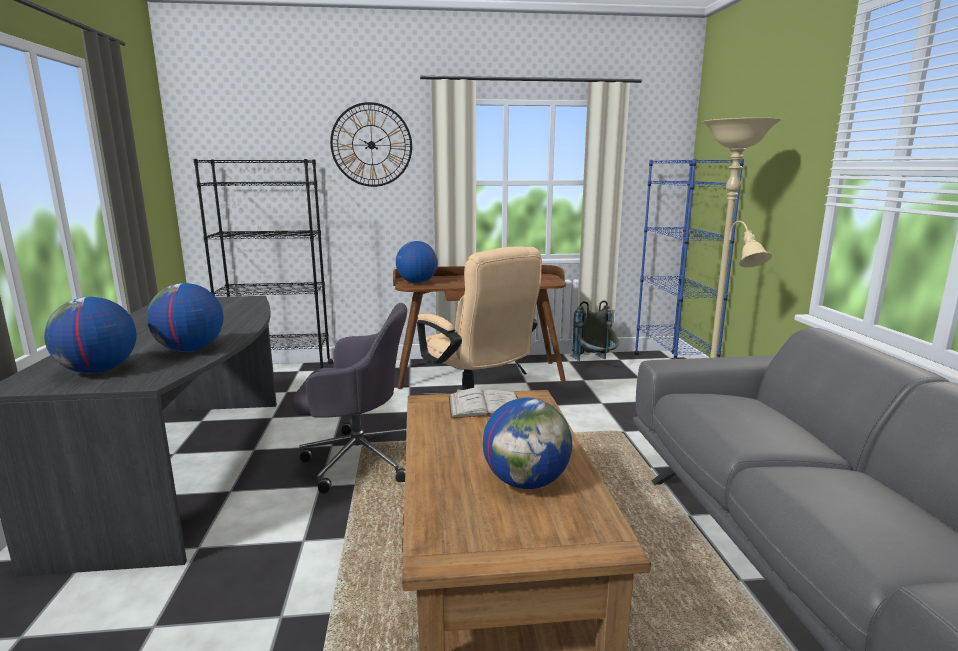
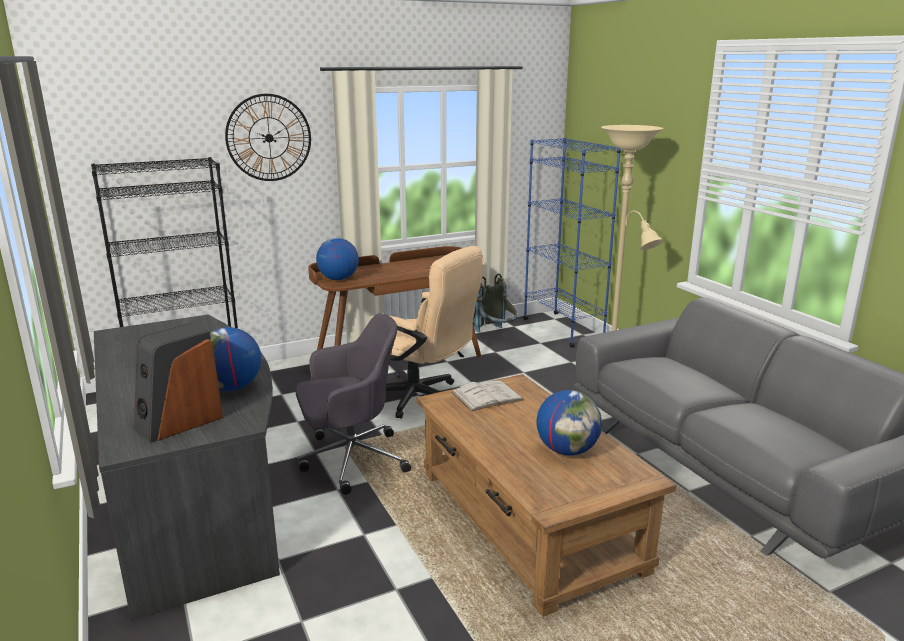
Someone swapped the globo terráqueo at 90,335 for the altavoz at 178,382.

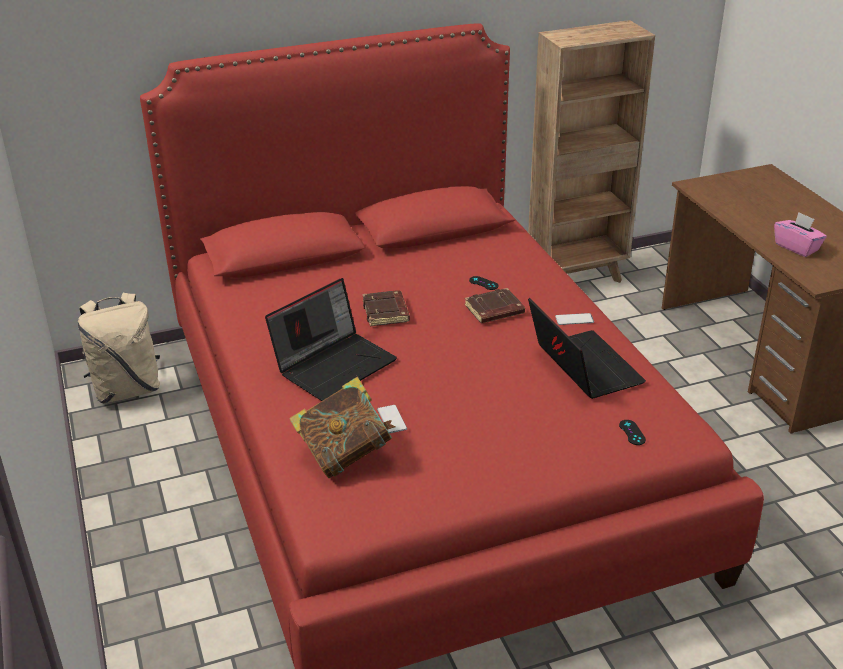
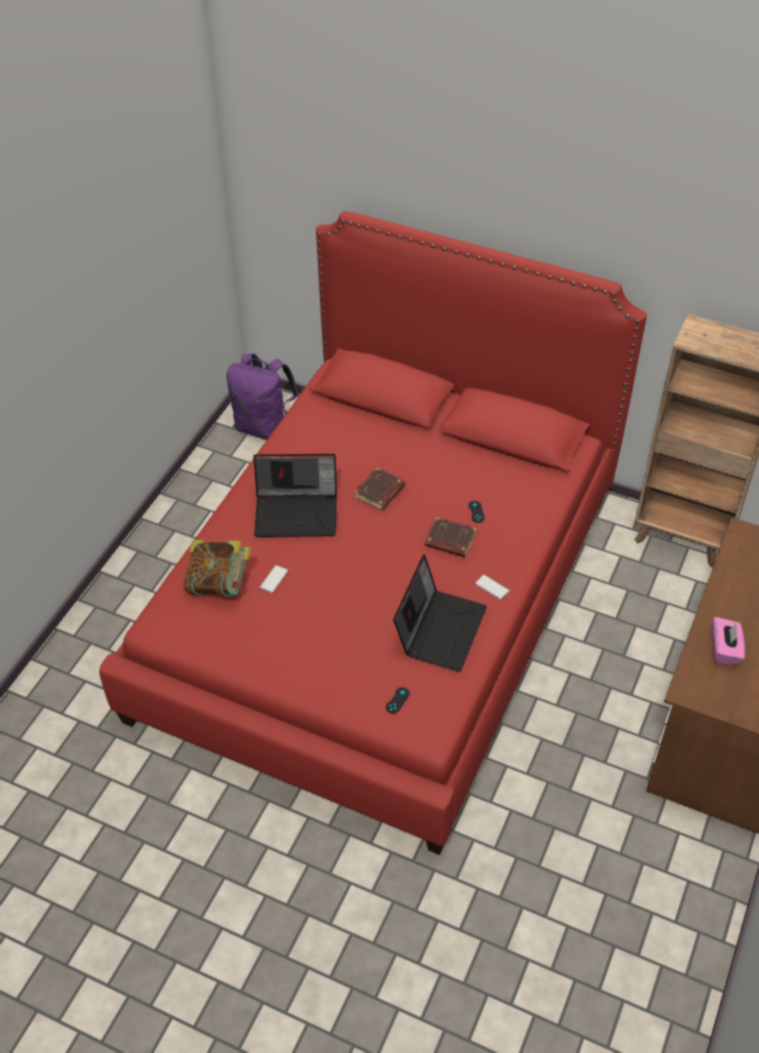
Someone repainted the mochila (beis) at 119,348, which became the mochila (morado) at 262,396.

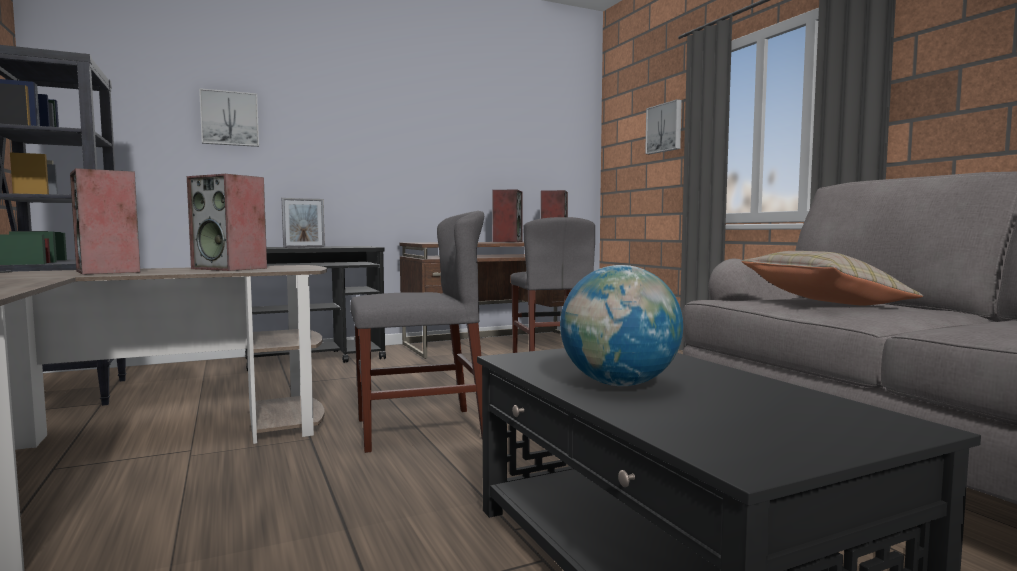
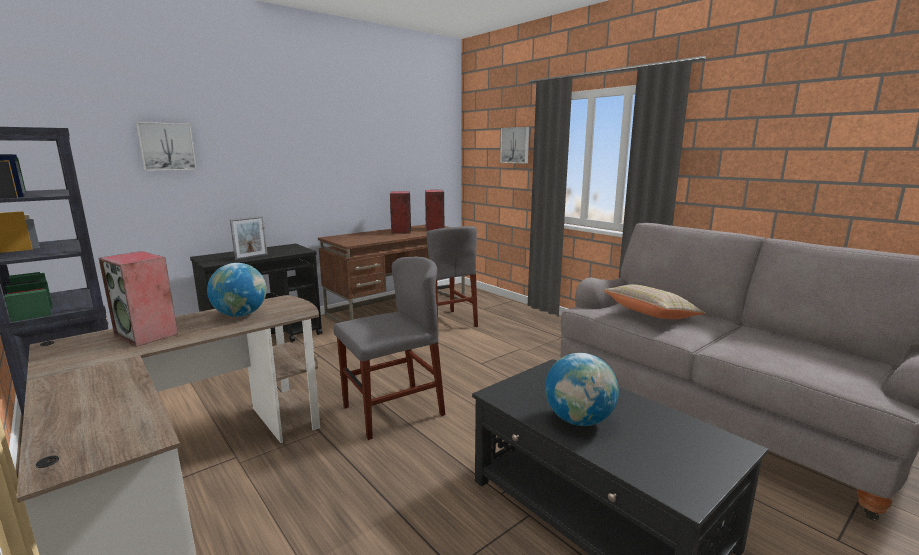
Someone swapped the altavoz at 227,222 for the globo terráqueo at 237,290.

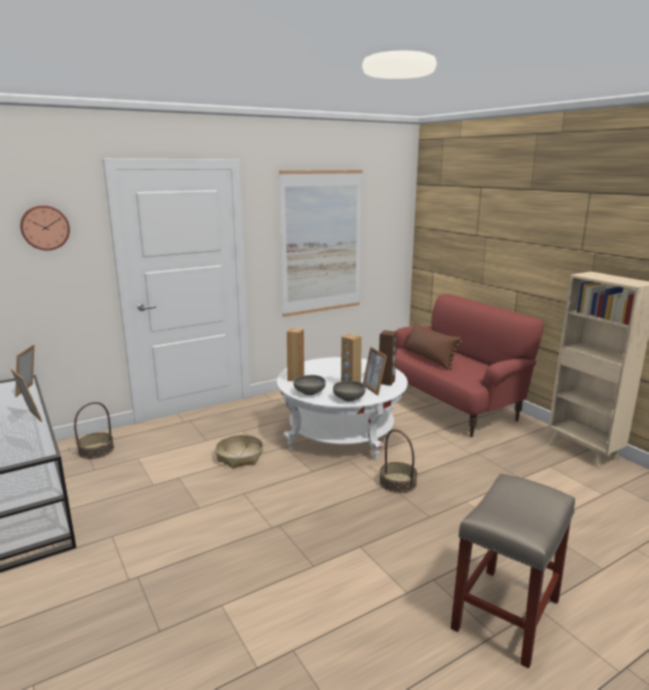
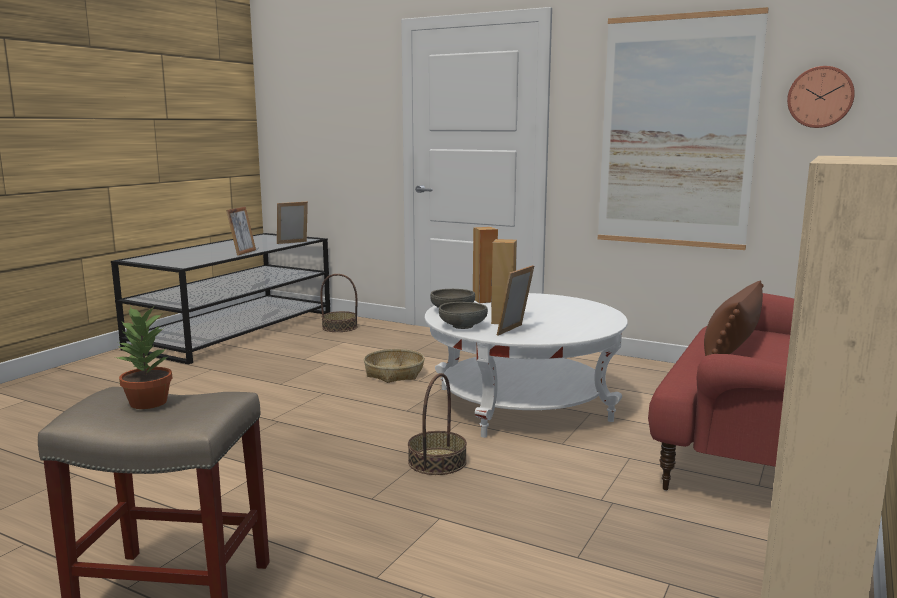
Someone carried the reloj de pared from 45,228 to 821,97.
Someone took away the altavoz (marrón) at 388,358.
Someone put down the planta en maceta at 143,357.

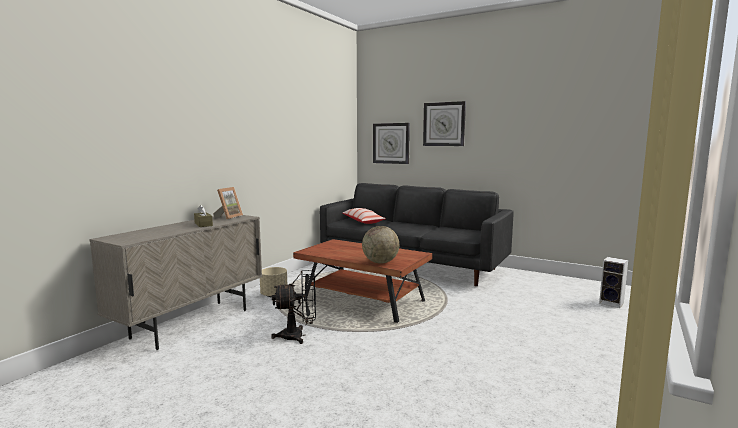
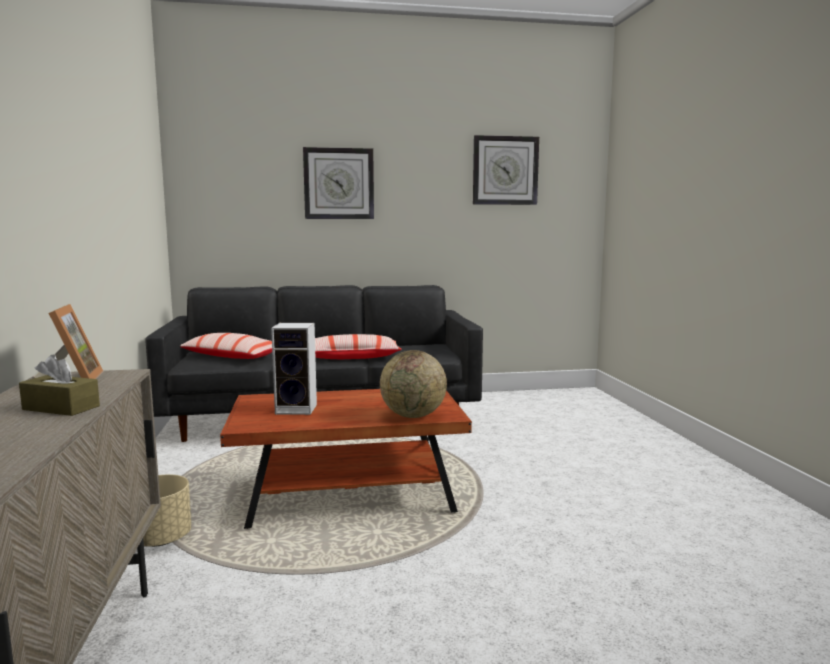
Someone carried the reloj de pared from 391,143 to 506,170.
Someone carried the altavoz from 613,282 to 294,369.
Someone took away the ventilador (negro) at 293,307.
Someone put down the cojín at 358,346.

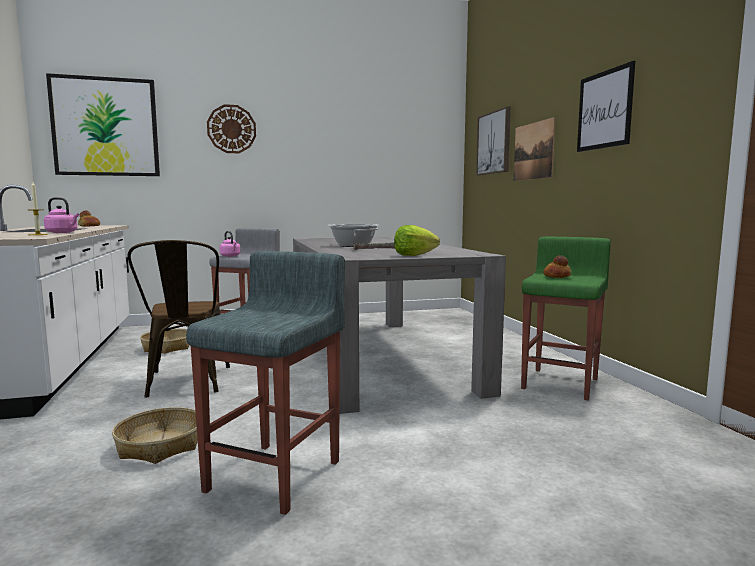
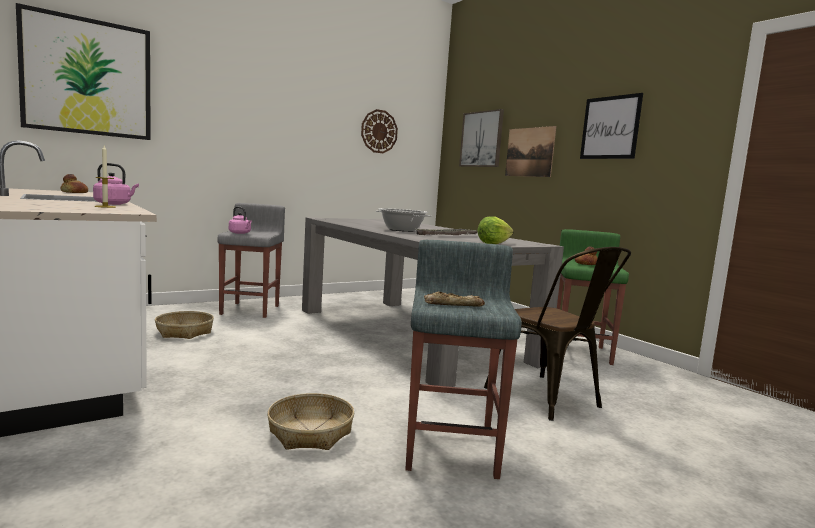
Someone carried the reloj de pared from 231,128 to 379,131.
Someone carried the silla (marrón) from 179,319 to 557,334.
Someone put down the pan at 454,299.

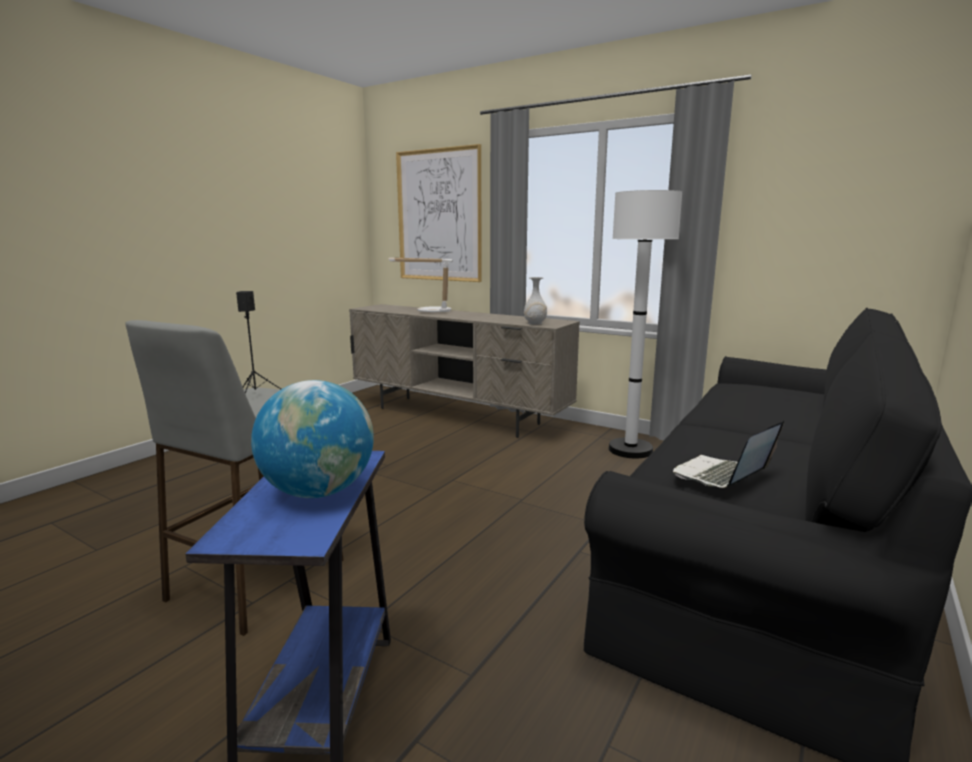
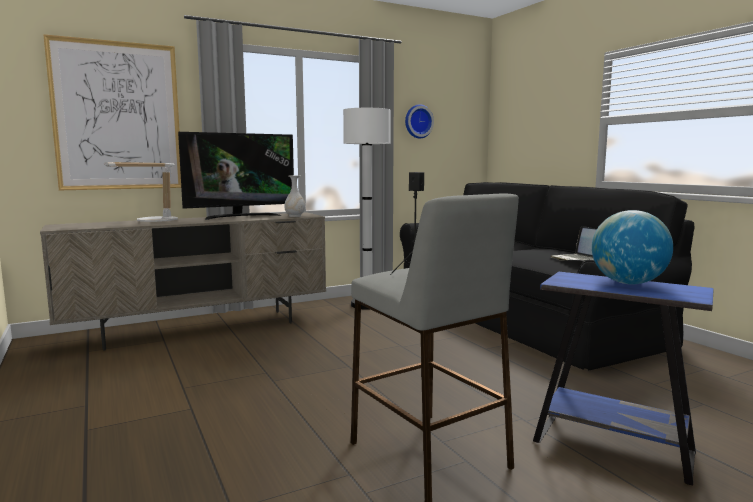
Someone put up the reloj de pared at 419,121.
Someone put down the televisor at 236,176.

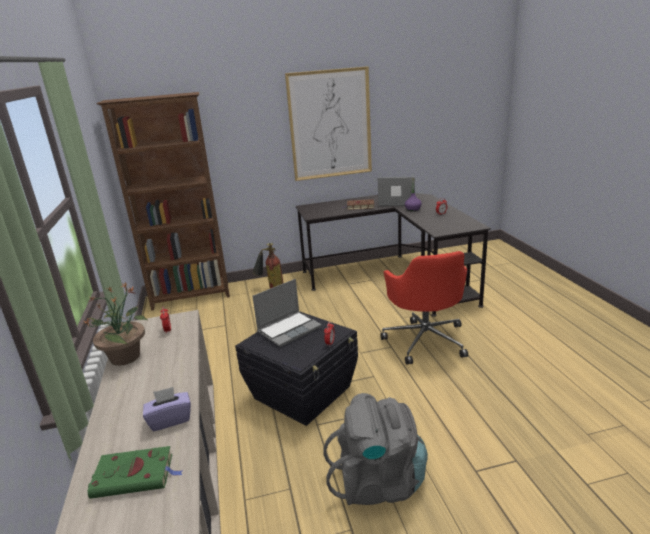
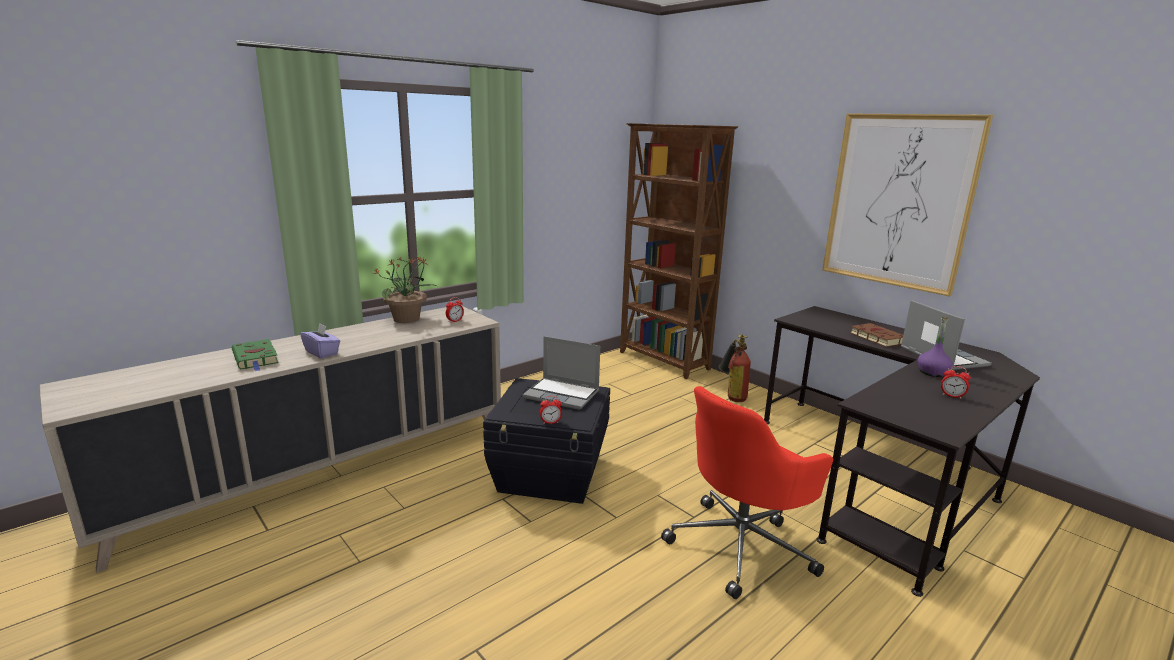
Someone took away the mochila (gris) at 375,449.

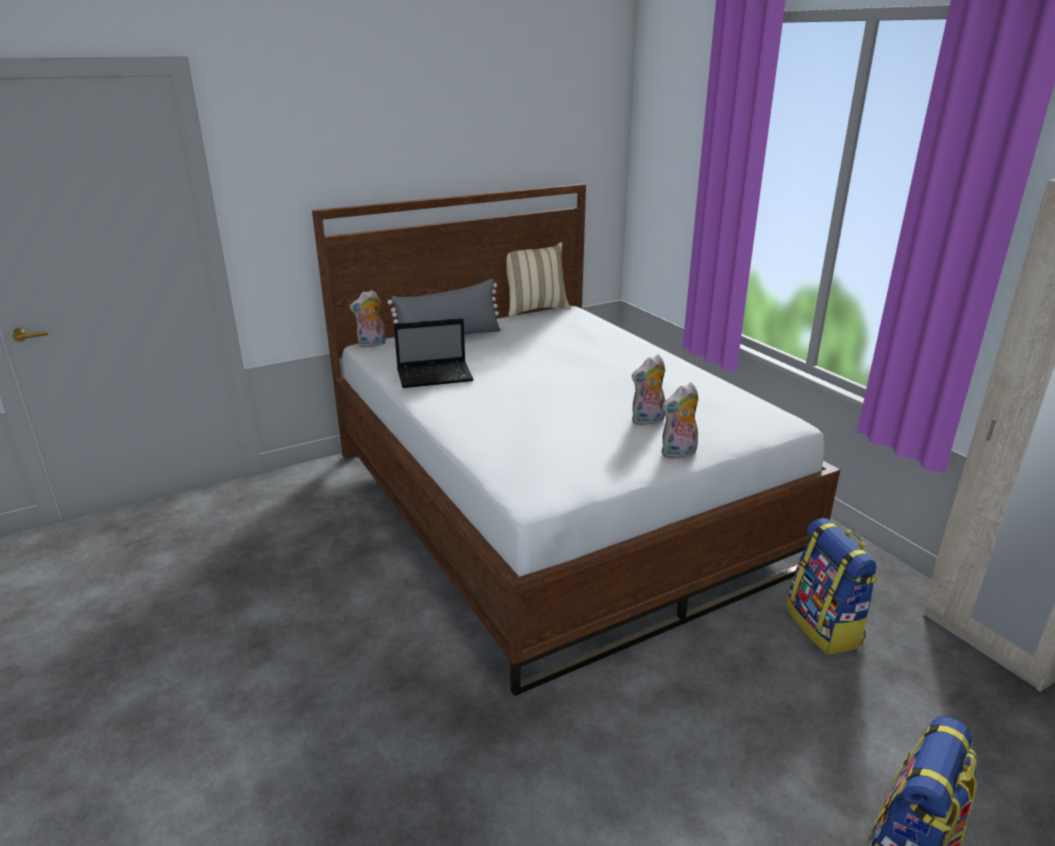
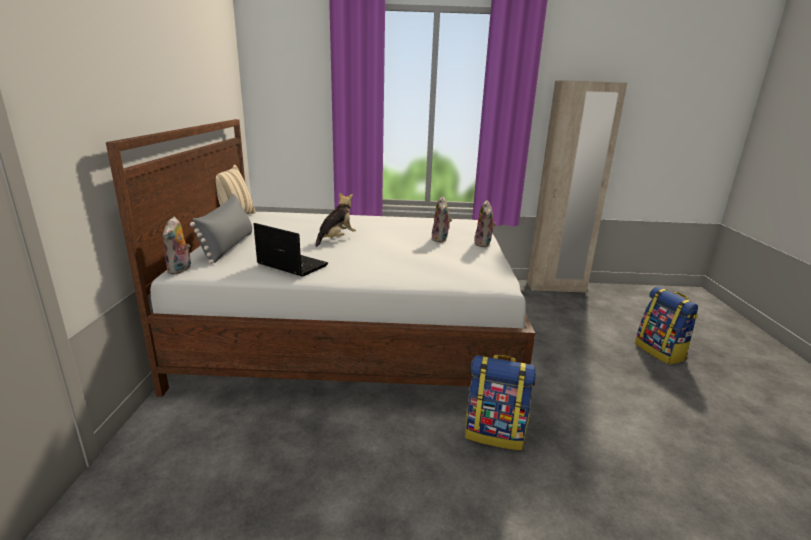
Someone rotated the portátil at 434,353 by 75 degrees counterclockwise.
Someone carried the mochila from 832,586 to 500,402.
Someone put down the peluche at 335,219.

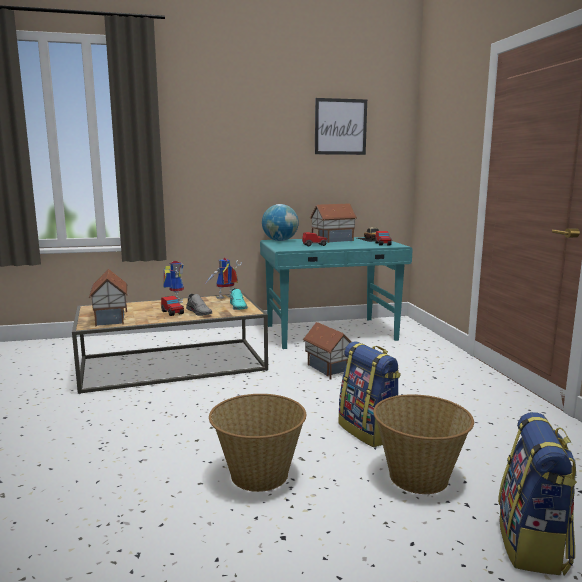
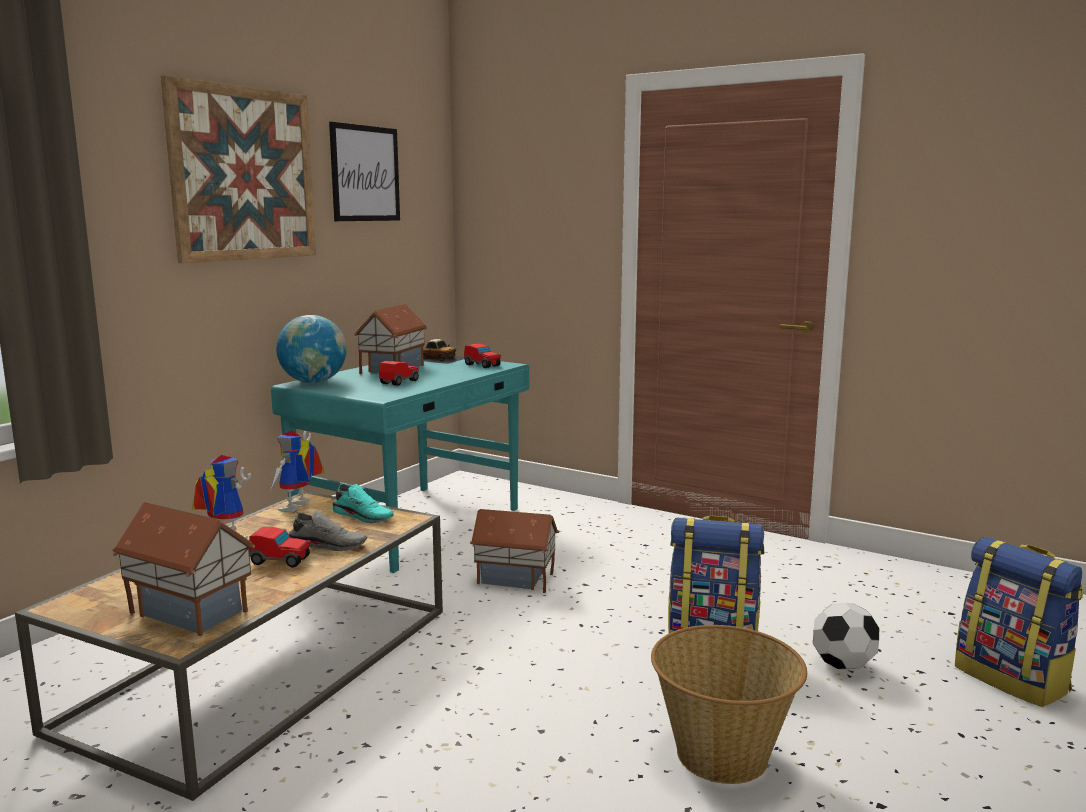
Someone swapped the cesta at 423,444 for the balón de fútbol at 846,636.
Someone put up the cuadro at 238,169.

